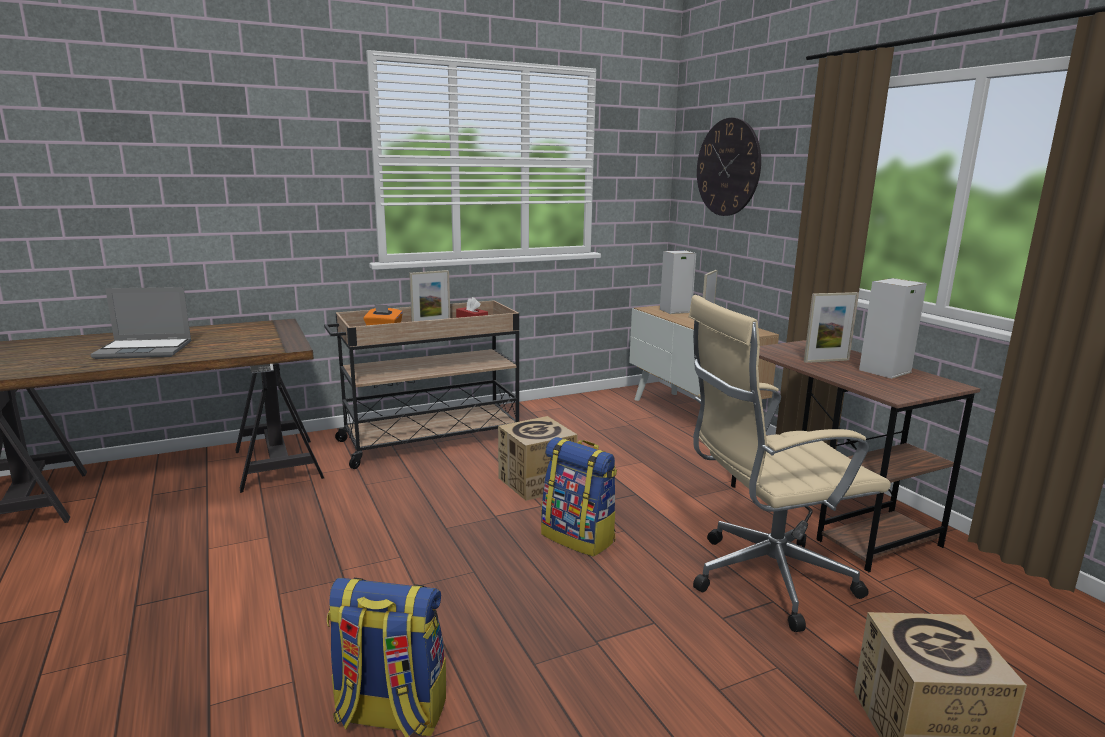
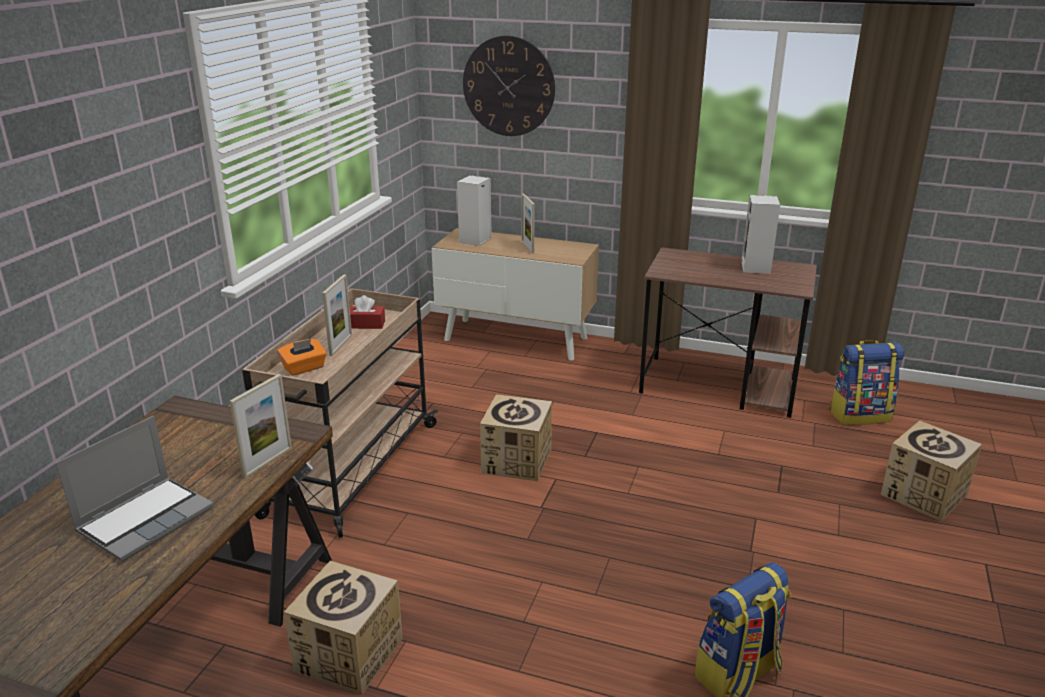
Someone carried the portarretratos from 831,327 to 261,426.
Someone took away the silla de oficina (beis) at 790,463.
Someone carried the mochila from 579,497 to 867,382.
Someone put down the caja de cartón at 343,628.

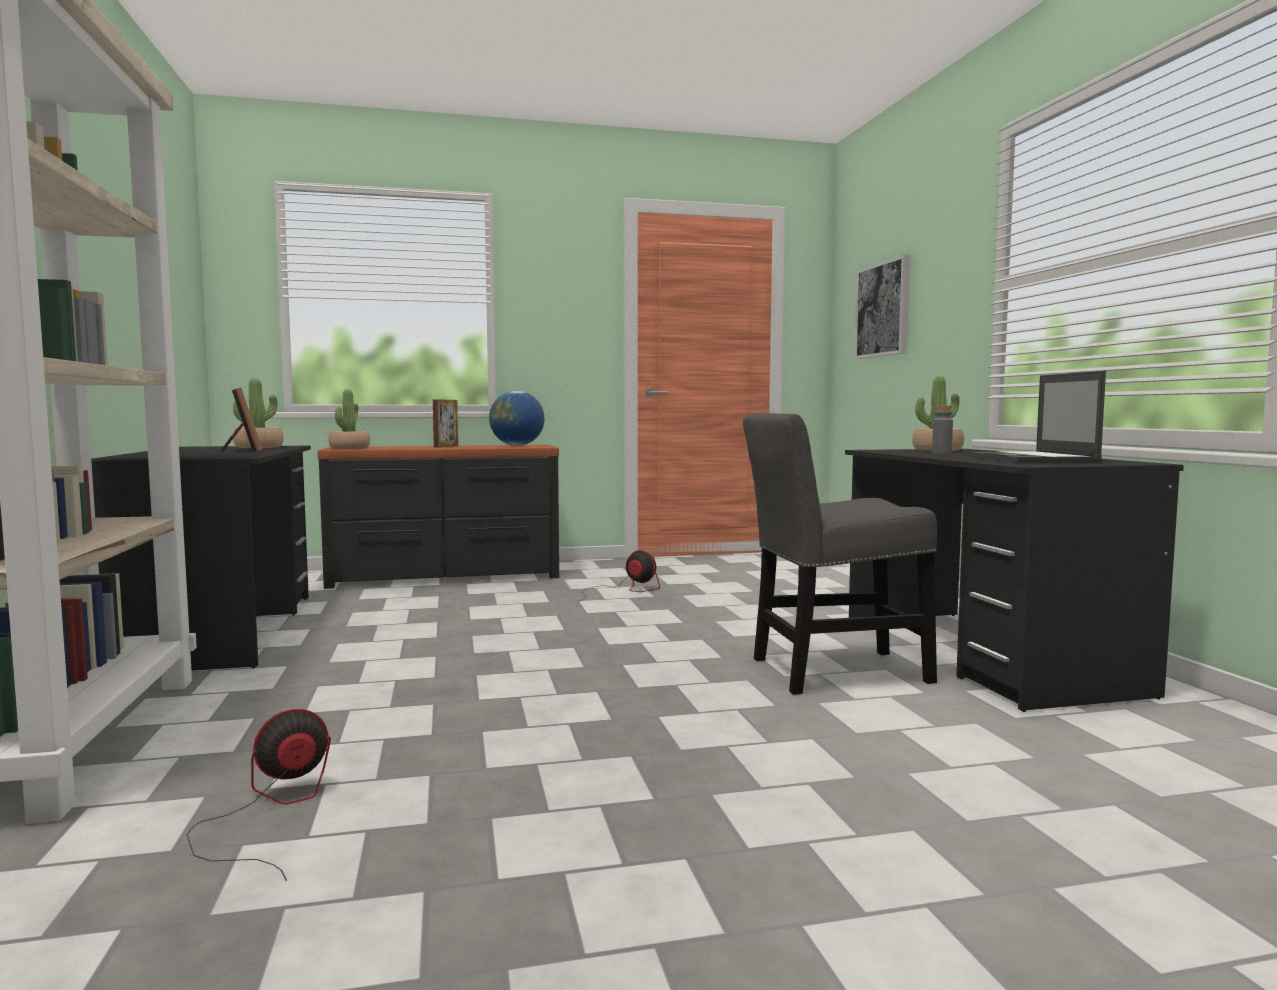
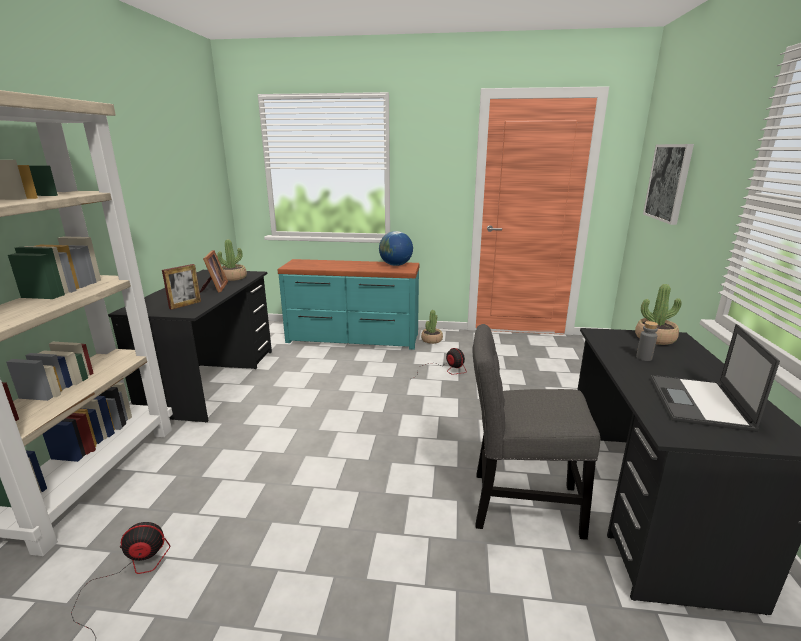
Someone carried the planta en maceta from 349,419 to 432,327.
Someone carried the portarretratos from 445,423 to 181,287.
Someone repainted the cómoda (negro) at 438,517, which became the cómoda (turquesa) at 348,304.

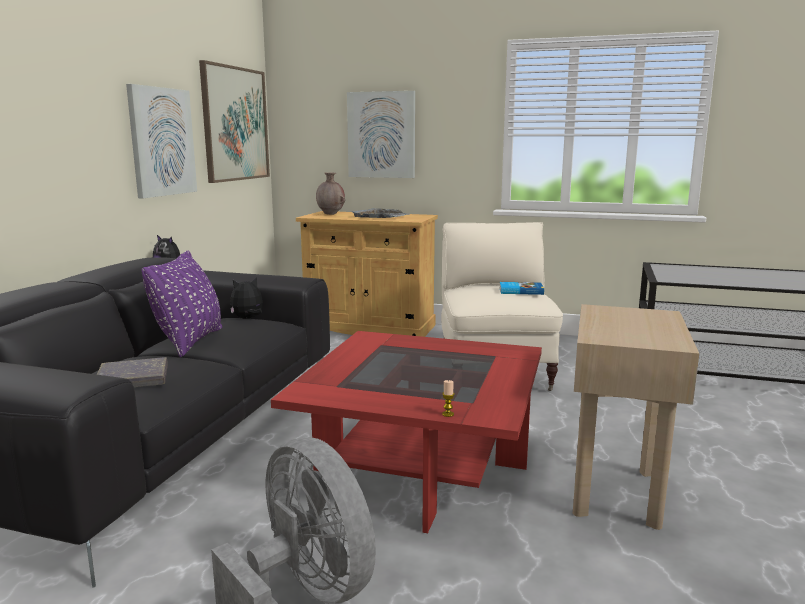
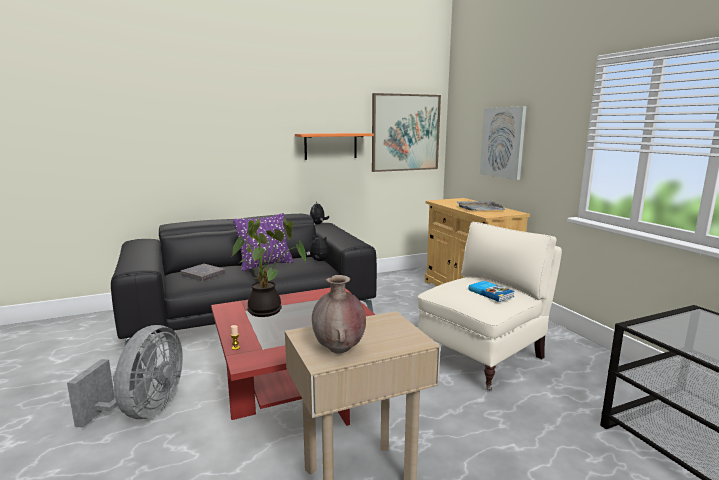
Someone swapped the cuadro at 161,141 for the estante (naranja) at 334,146.
Someone carried the florero (marrón) from 330,193 to 339,314.
Someone put down the planta en maceta at 269,267.

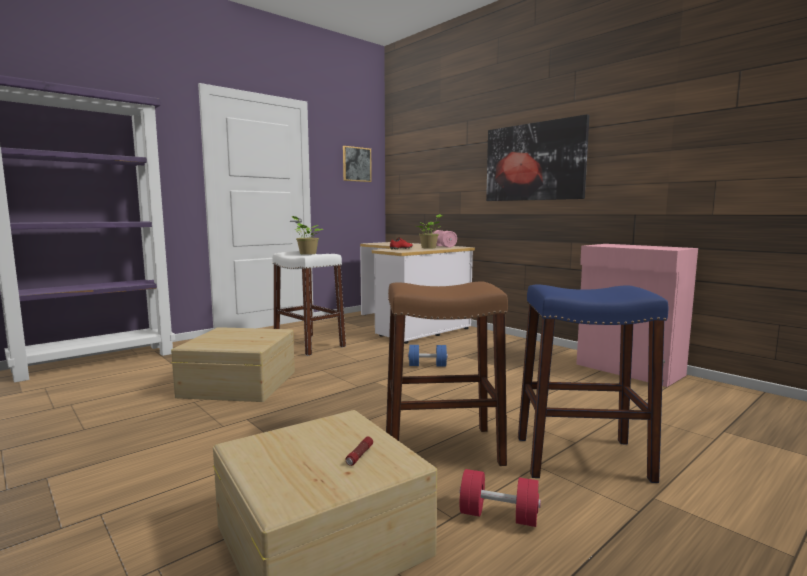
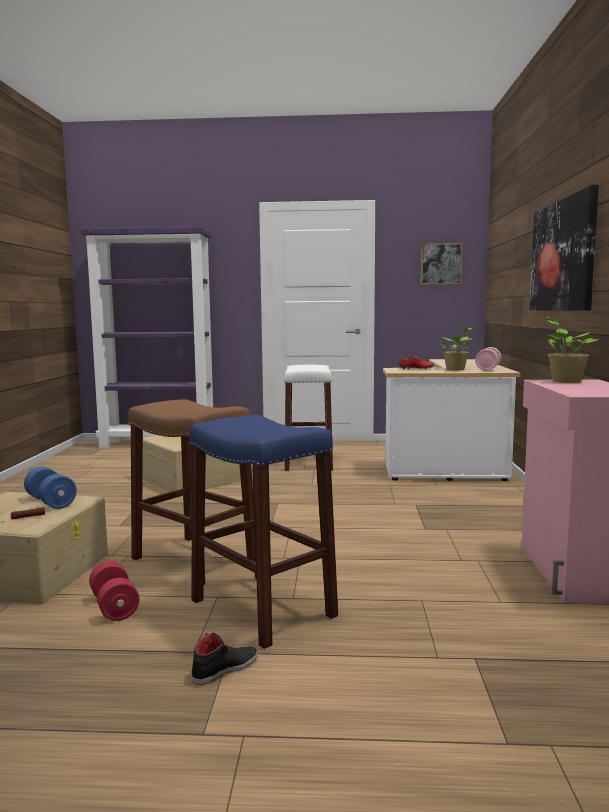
Someone carried the planta en maceta from 307,235 to 572,350.
Someone carried the mancuerna (azul) from 428,356 to 50,488.
Someone put down the zapato (negro) at 224,659.

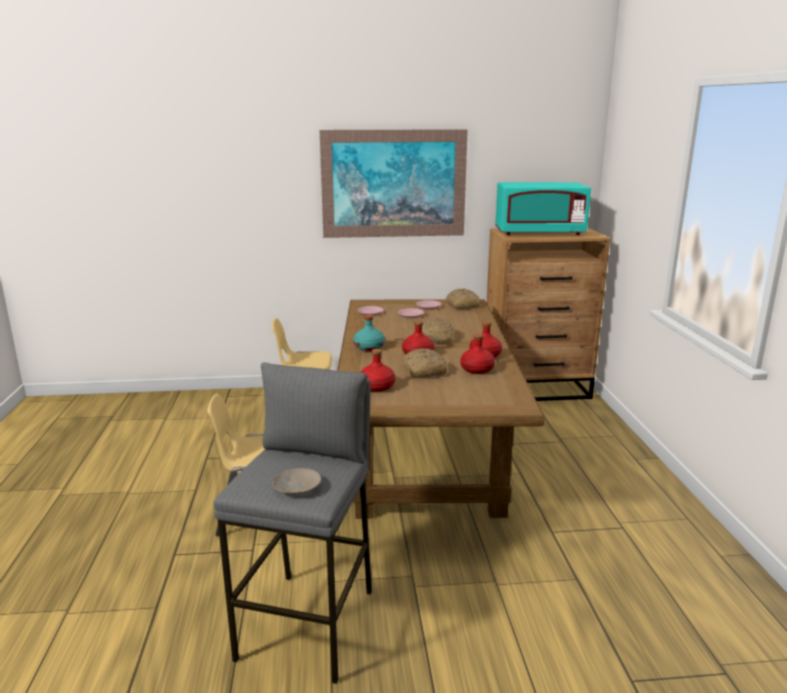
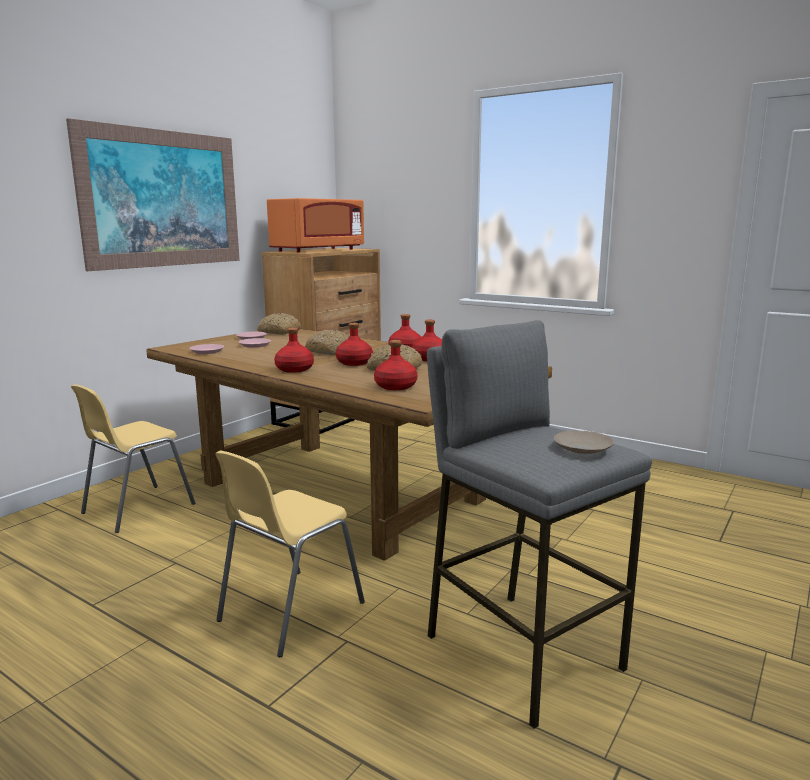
Someone repainted the microondas (turquesa) at 543,208, which became the microondas (naranja) at 315,225.
Someone repainted the botella (turquesa) at 369,332, which became the botella (rojo) at 294,350.

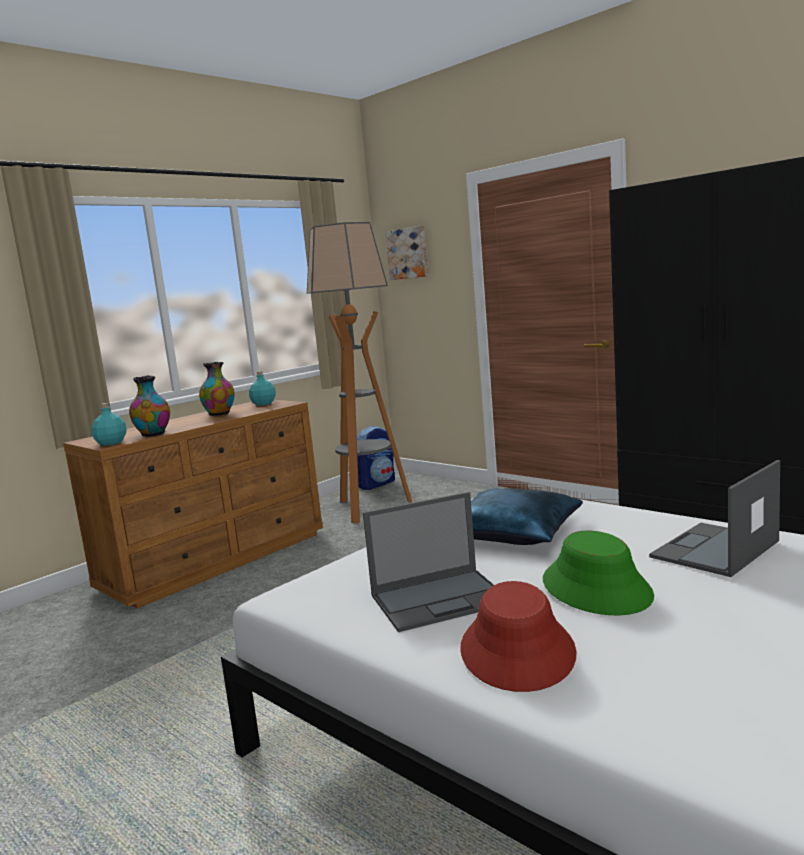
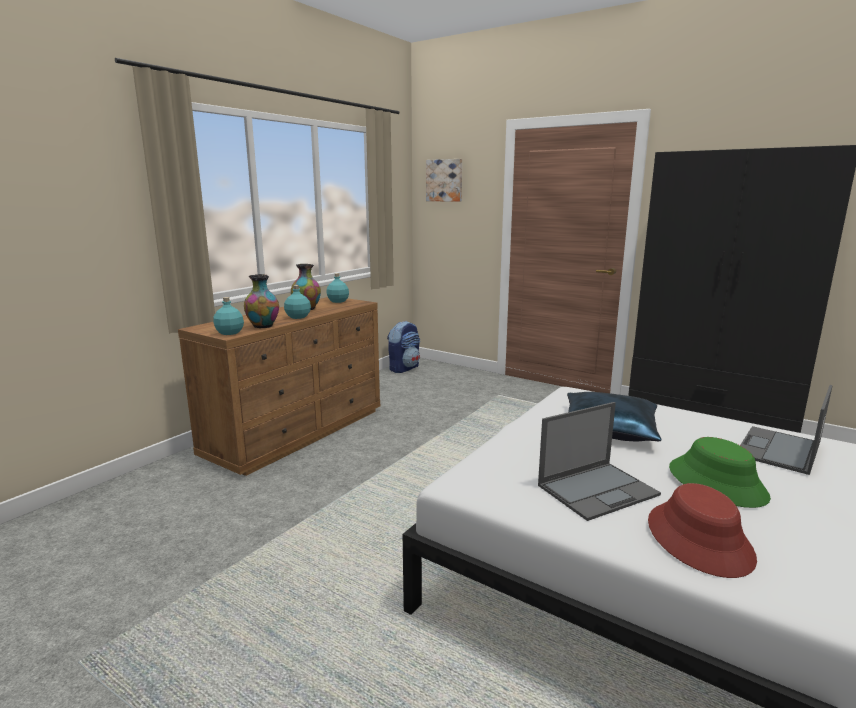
Someone took away the lámpara de pie at 359,372.
Someone put down the botella (turquesa) at 297,302.

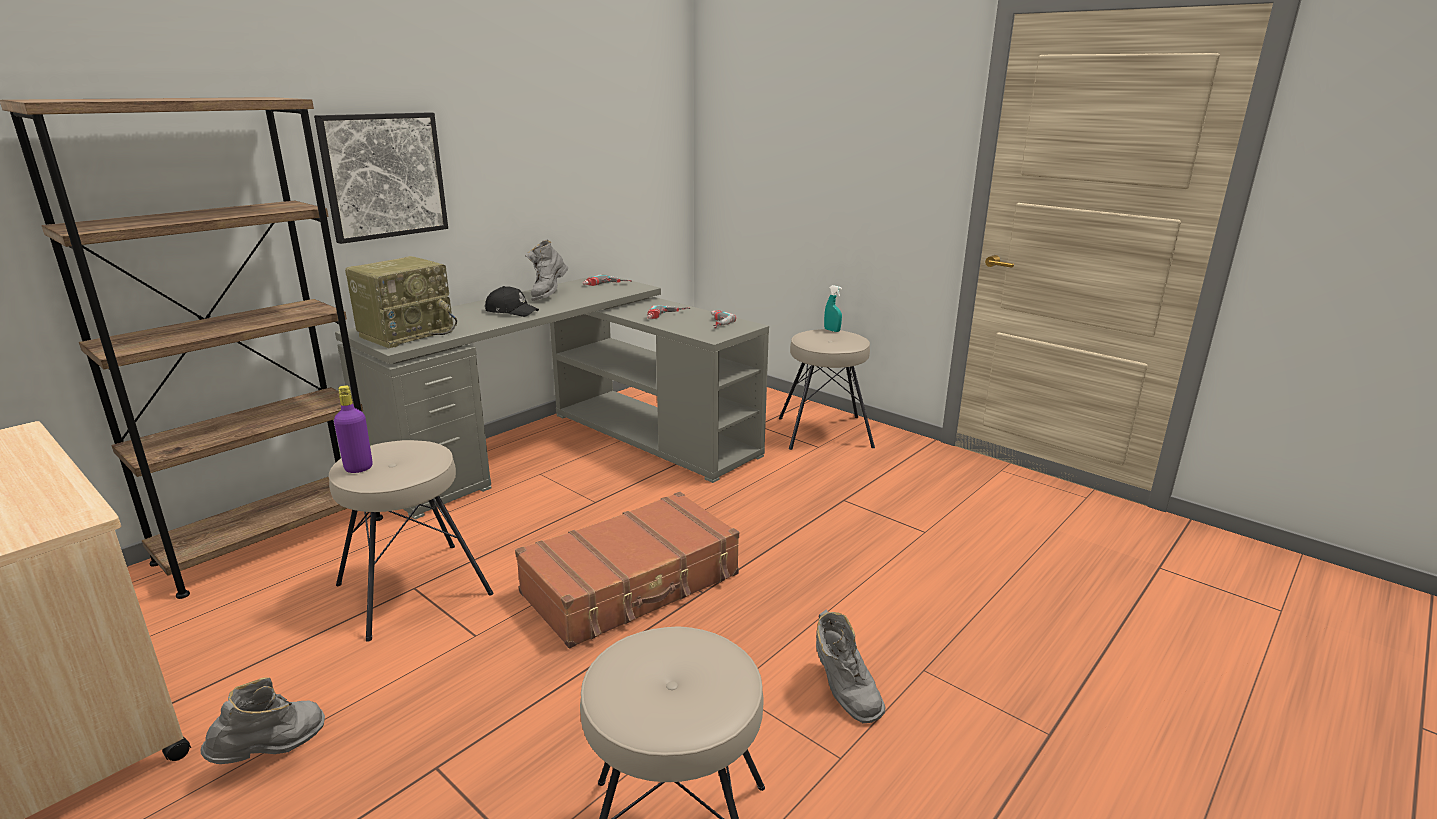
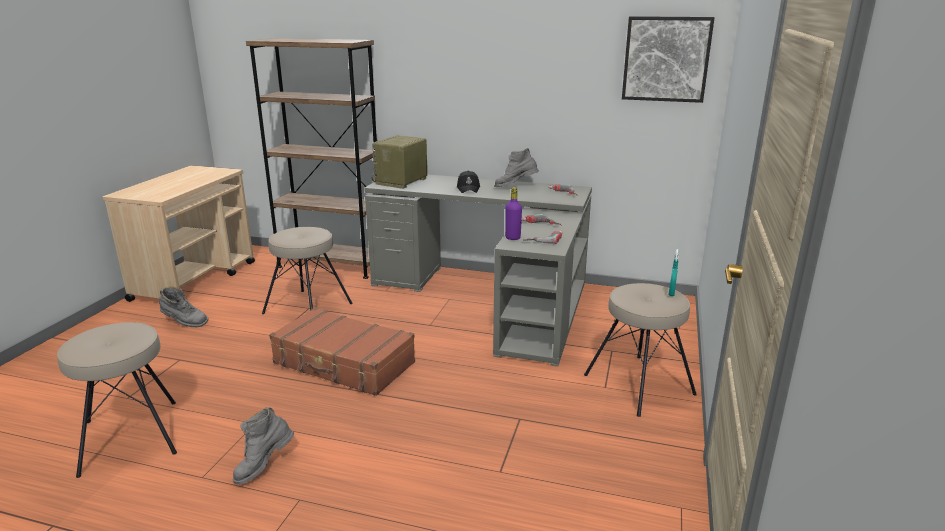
Someone carried the cuadro from 381,178 to 668,59.
Someone rotated the radio at 401,302 by 105 degrees clockwise.
Someone carried the botella (morado) from 353,429 to 513,213.

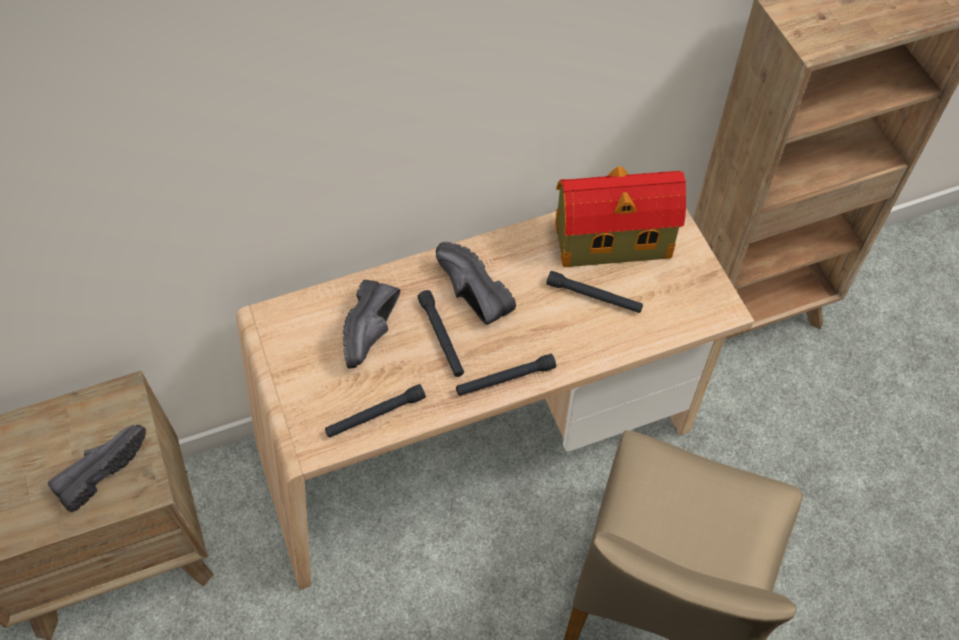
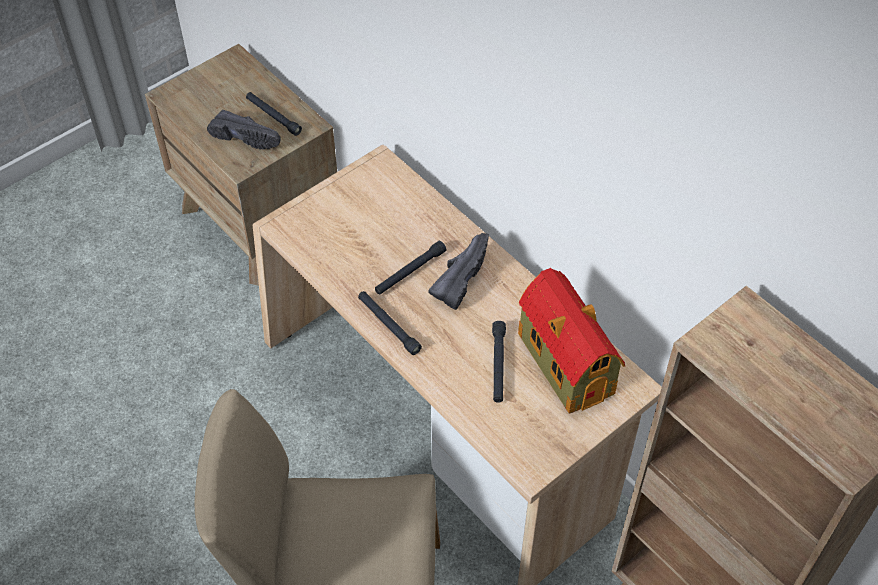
Someone took away the zapato (negro) at 371,324.
Someone carried the linterna (negro) from 375,410 to 274,114.

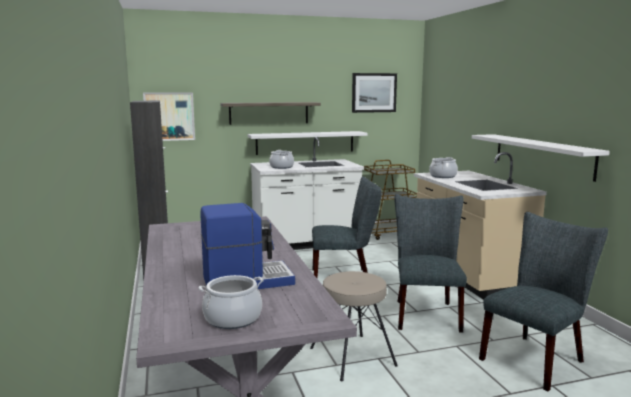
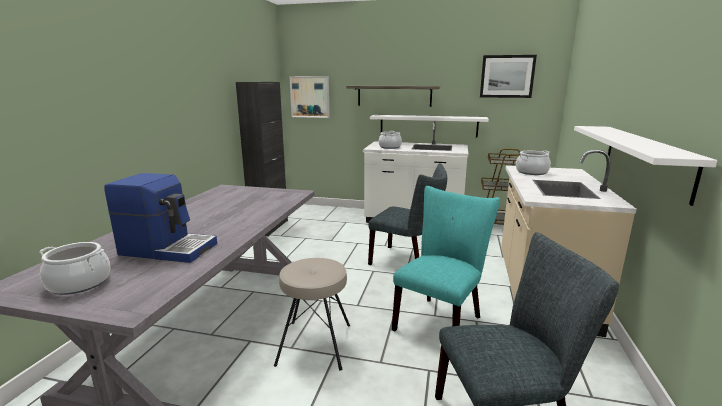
Someone repainted the silla (gris) at 430,263, which became the silla (turquesa) at 446,258.

